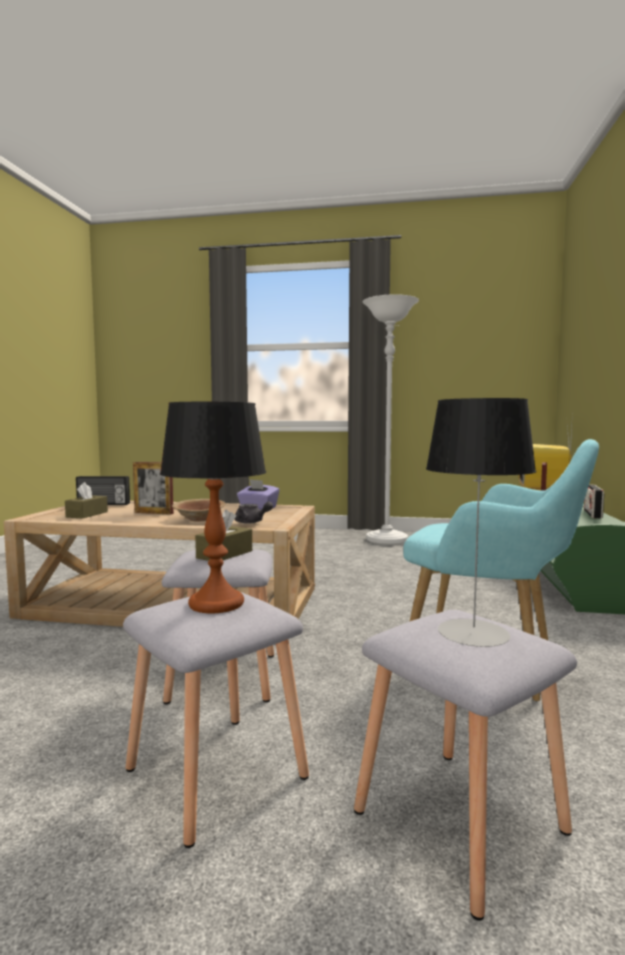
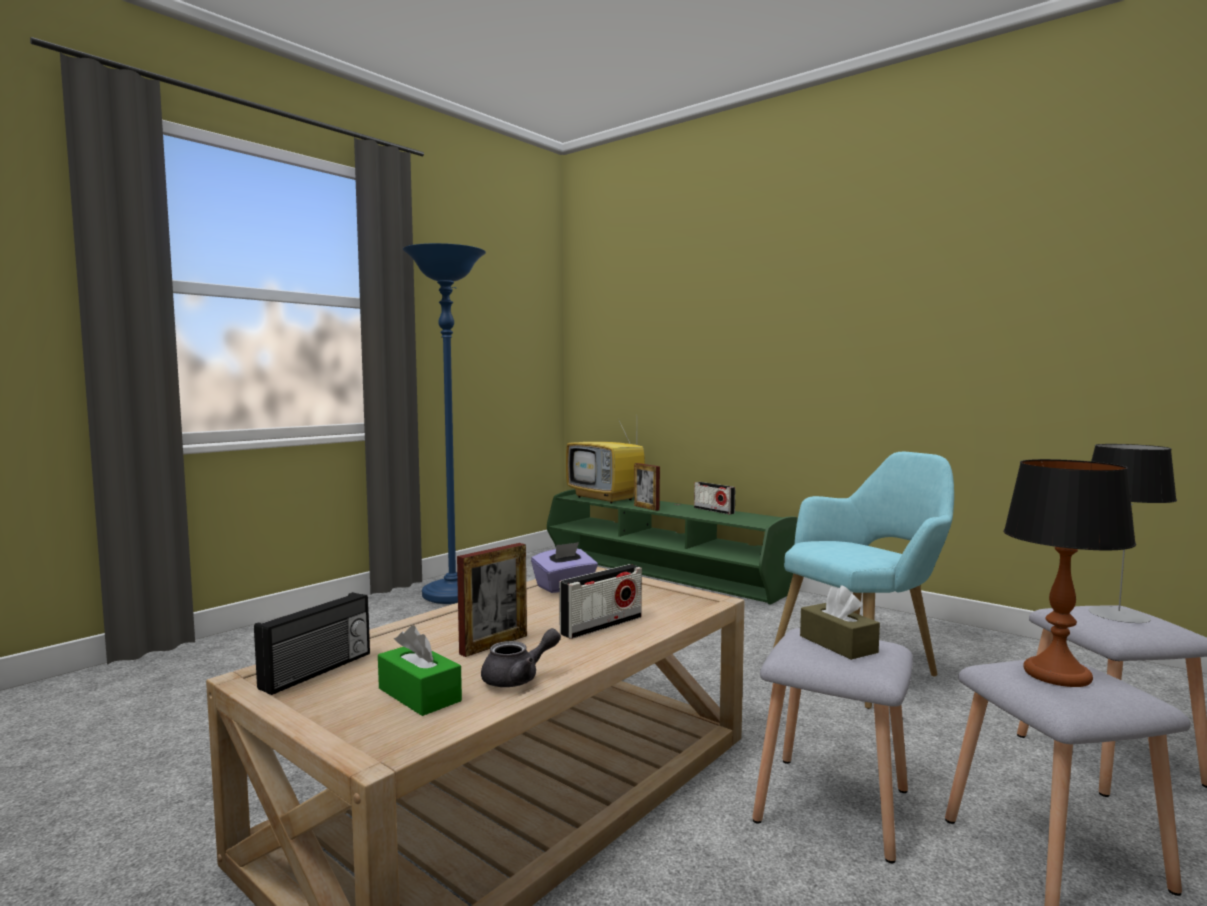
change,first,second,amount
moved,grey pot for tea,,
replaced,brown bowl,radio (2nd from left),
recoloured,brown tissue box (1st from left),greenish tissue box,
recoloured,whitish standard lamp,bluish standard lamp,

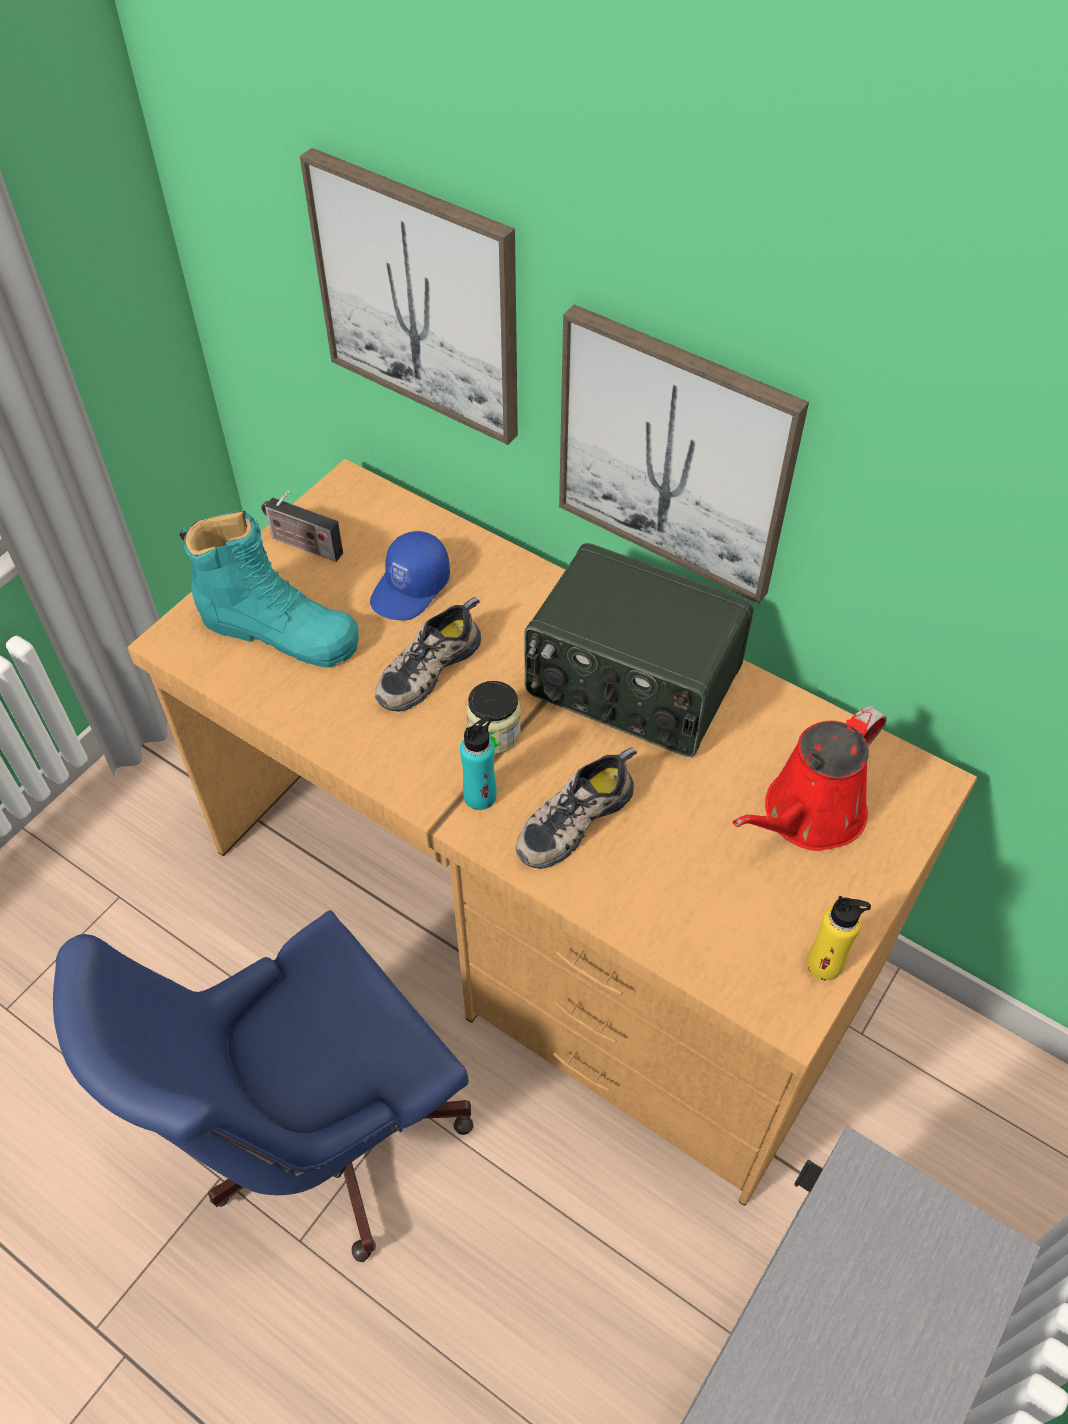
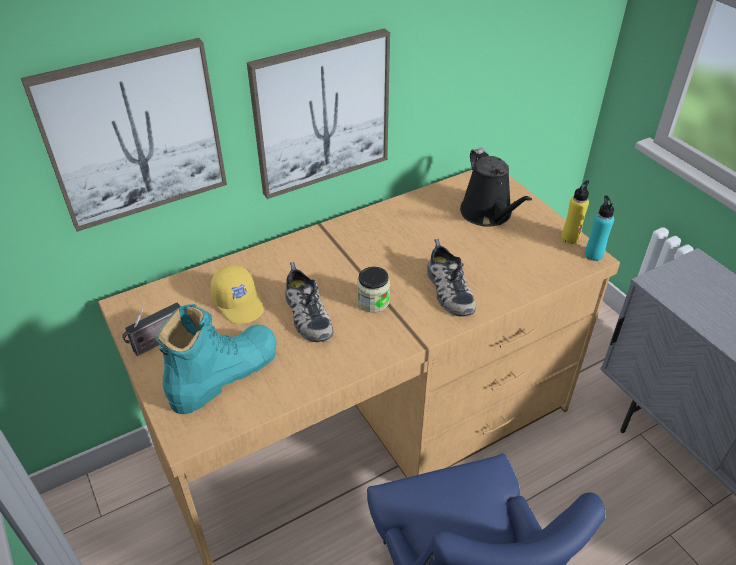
change,first,second,amount
removed,radio (2nd from left),,
moved,turquoise-coloured beverage bottle,,
recoloured,bluish cap,yellow cap,
recoloured,reddish sprinkling can,black-coloured sprinkling can,

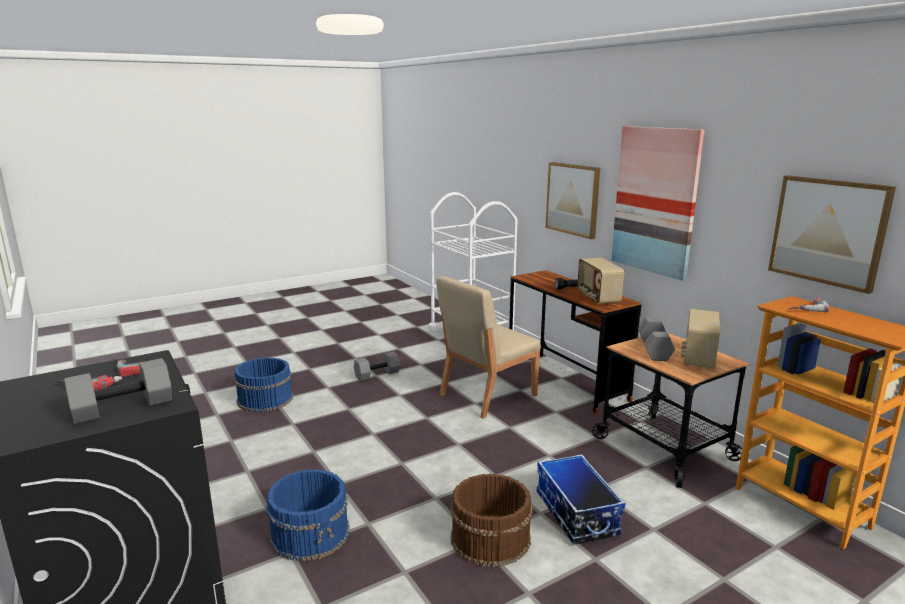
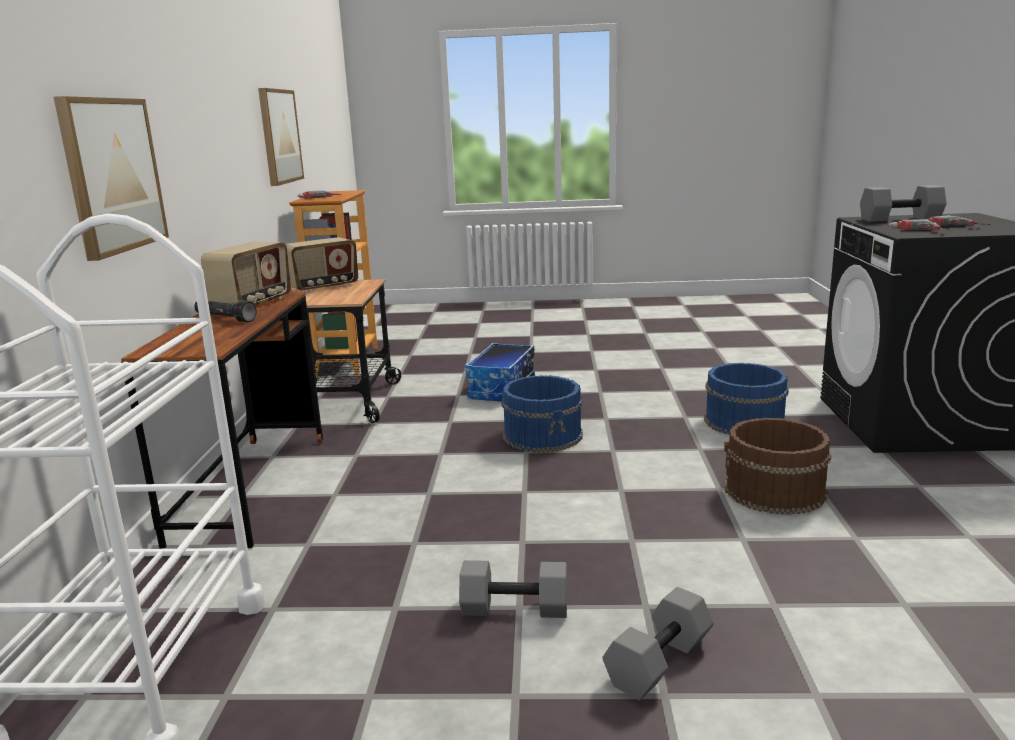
change,first,second,amount
removed,beige-coloured plain chair,,
removed,wall picture (2nd from left),,
moved,bluish bucket (1st from left),,
moved,brown bucket,,
moved,grey free weight (3rd from left in the first image),grey free weight (2nd from left),

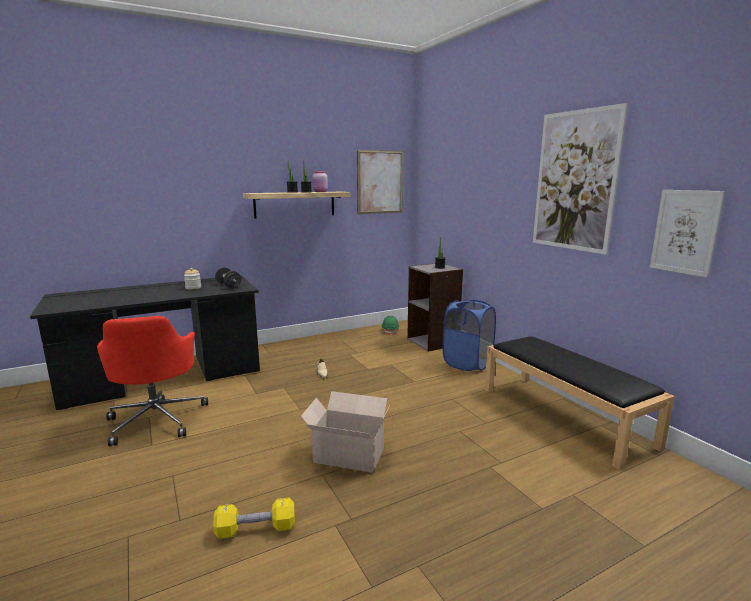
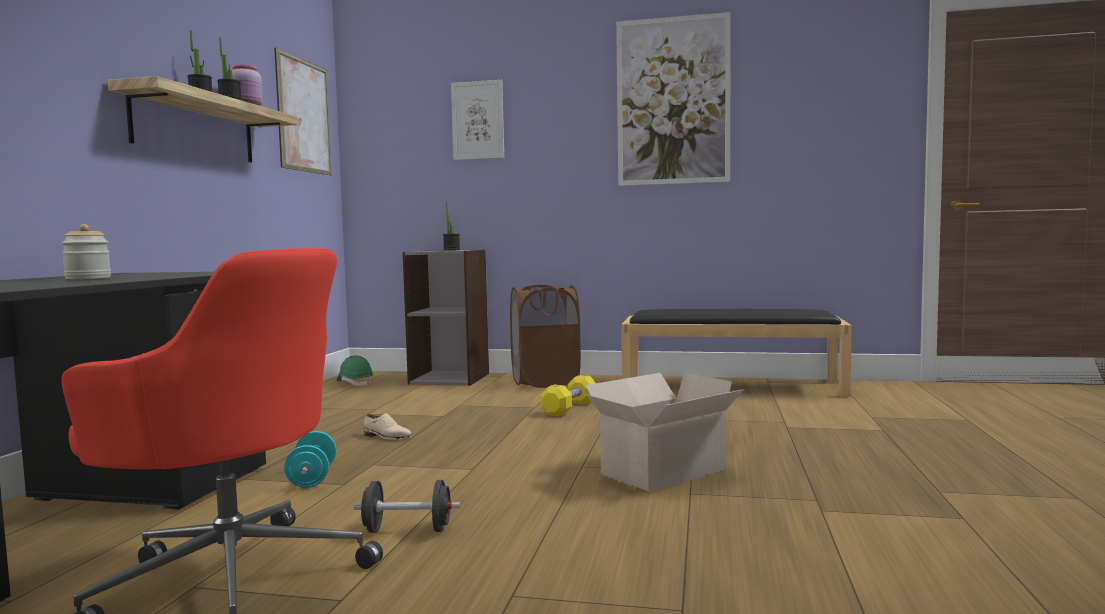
change,first,second,amount
added,,turquoise-coloured free weight,
moved,yellow free weight,,
moved,black-coloured free weight,,
moved,wall picture (3rd from left in the first image),wall picture (2nd from left),
recoloured,bluish hamper,brown hamper,

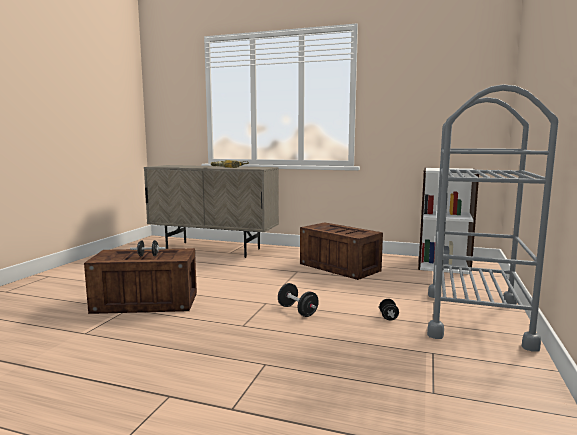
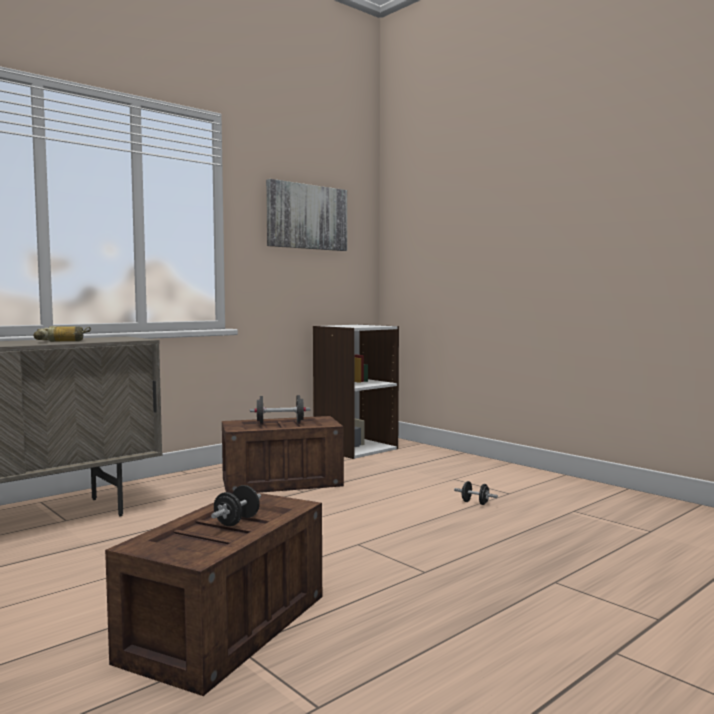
change,first,second,amount
removed,grey wheeled cart,,
added,,wall picture,
moved,black-coloured free weight (2nd from left),,

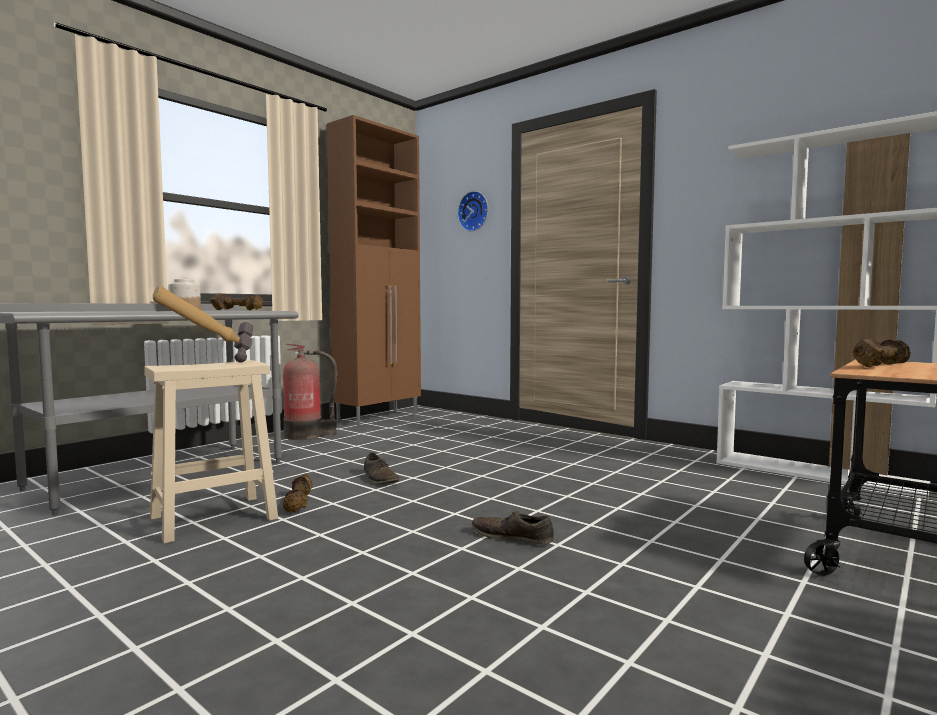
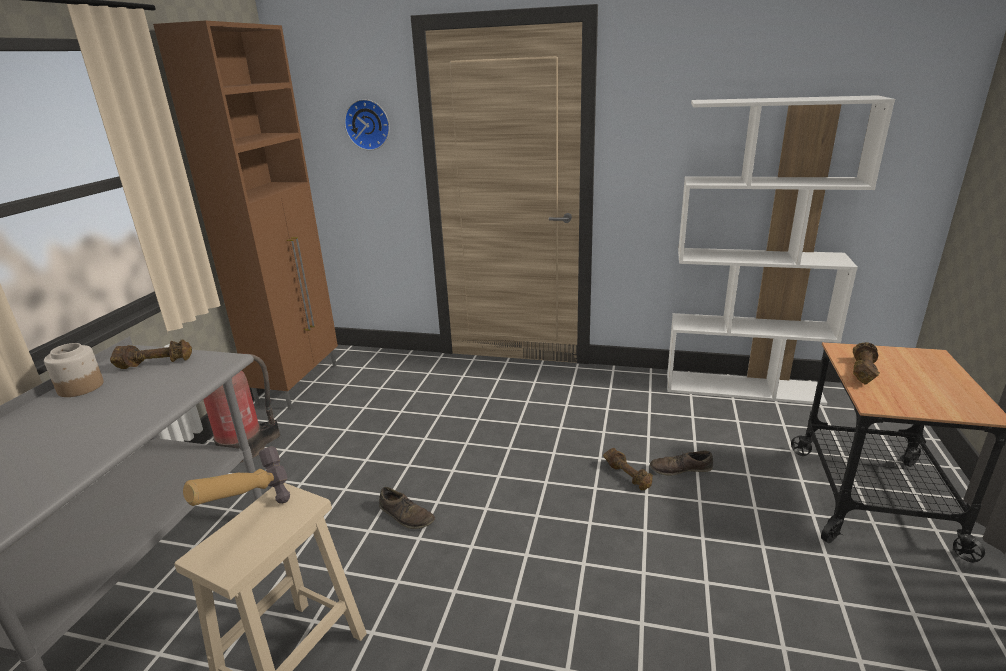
change,first,second,amount
moved,brown free weight (2nd from left),,
moved,brown low shoe (2nd from left),,

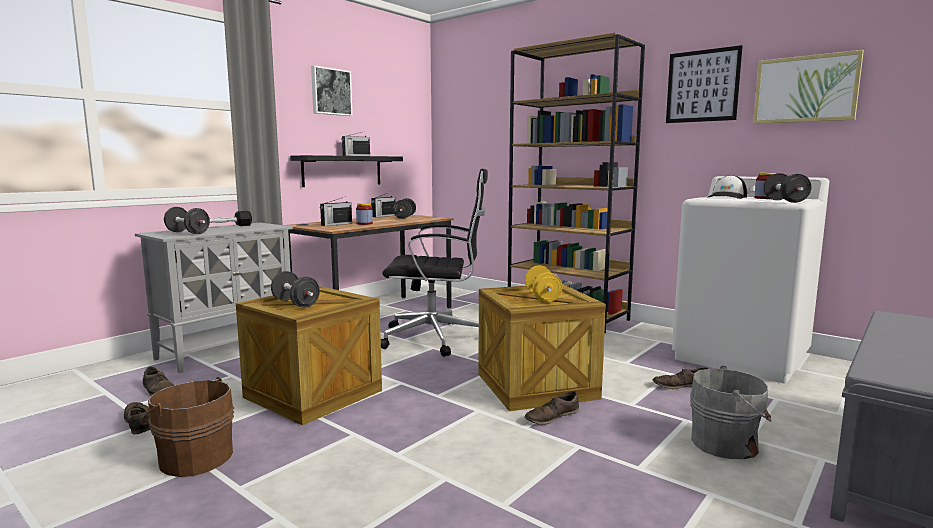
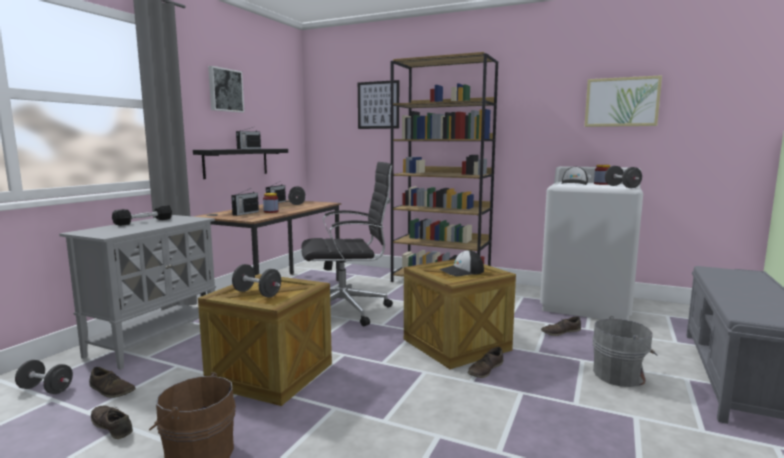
change,first,second,amount
moved,black-coloured free weight (1st from left),,
moved,wall picture (2nd from left),,
replaced,yellow free weight,cap (1st from left),

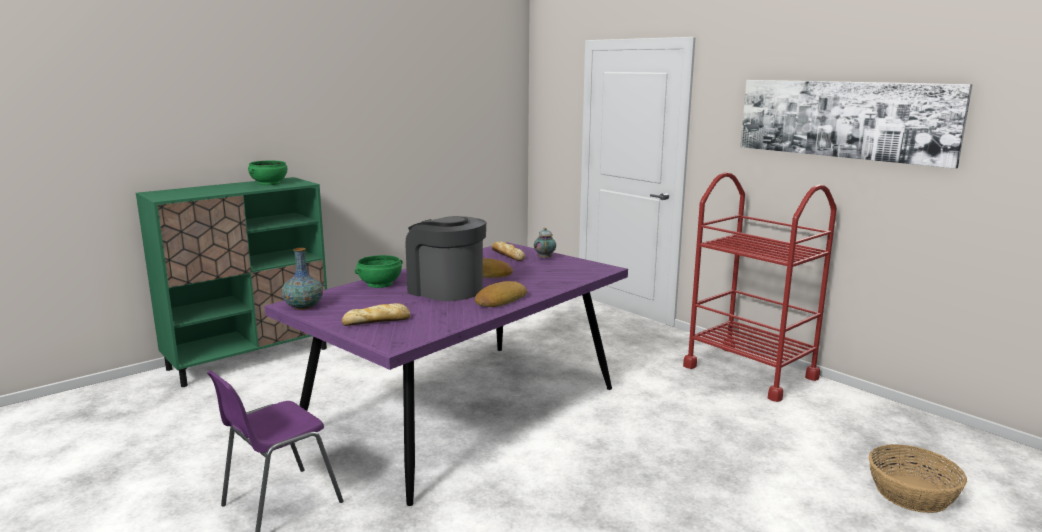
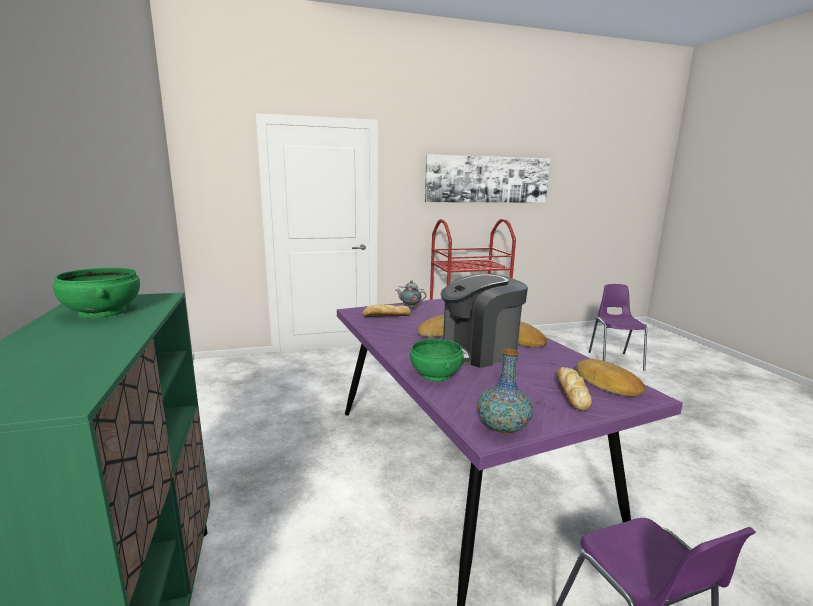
change,first,second,amount
added,,bakery bread (5th from left),
replaced,household basket,purple-coloured plain chair (1st from left),

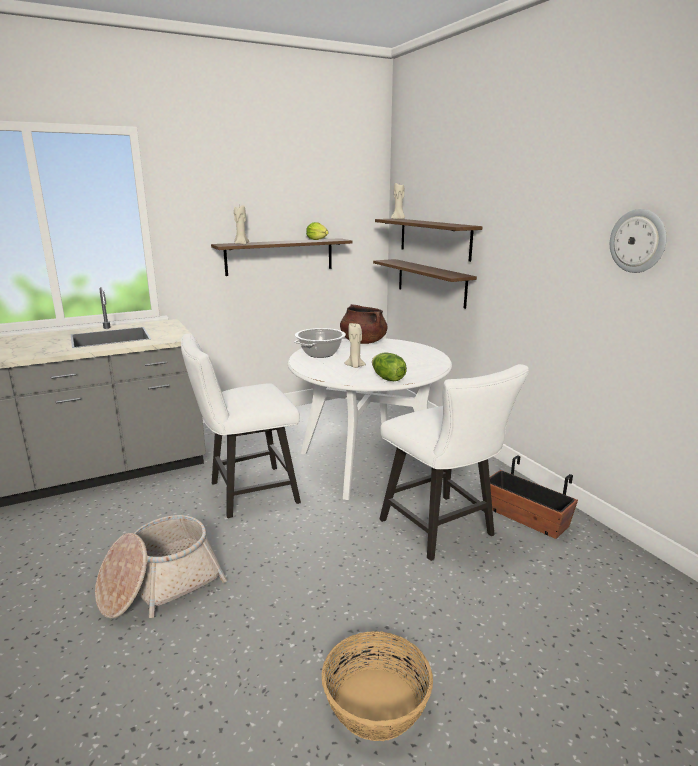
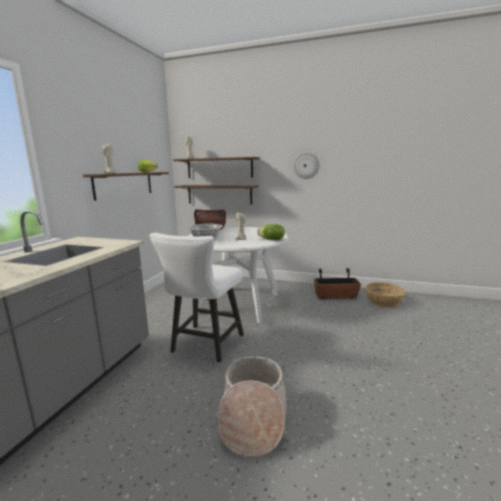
change,first,second,amount
removed,whitish plain chair (2nd from left),,
moved,household basket (2nd from left),,
moved,hanging clock,,

